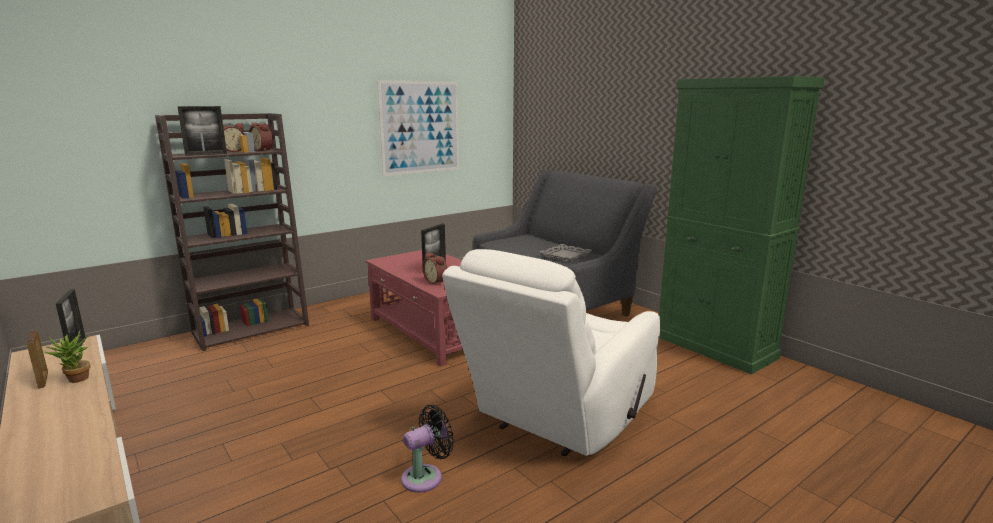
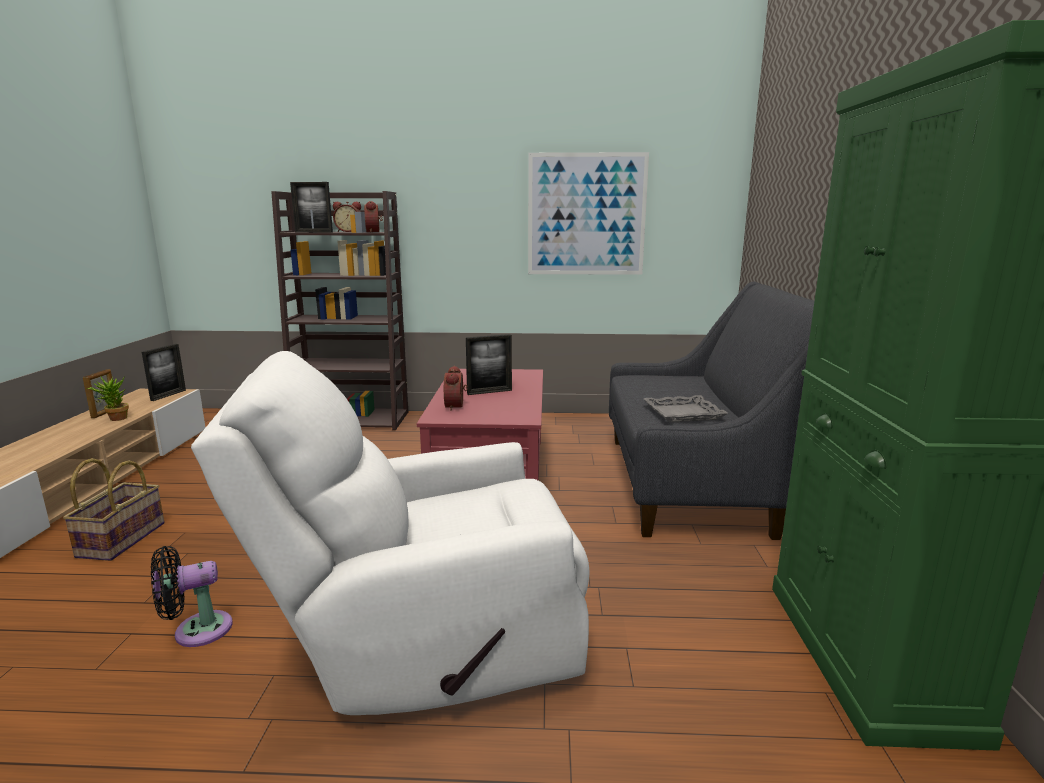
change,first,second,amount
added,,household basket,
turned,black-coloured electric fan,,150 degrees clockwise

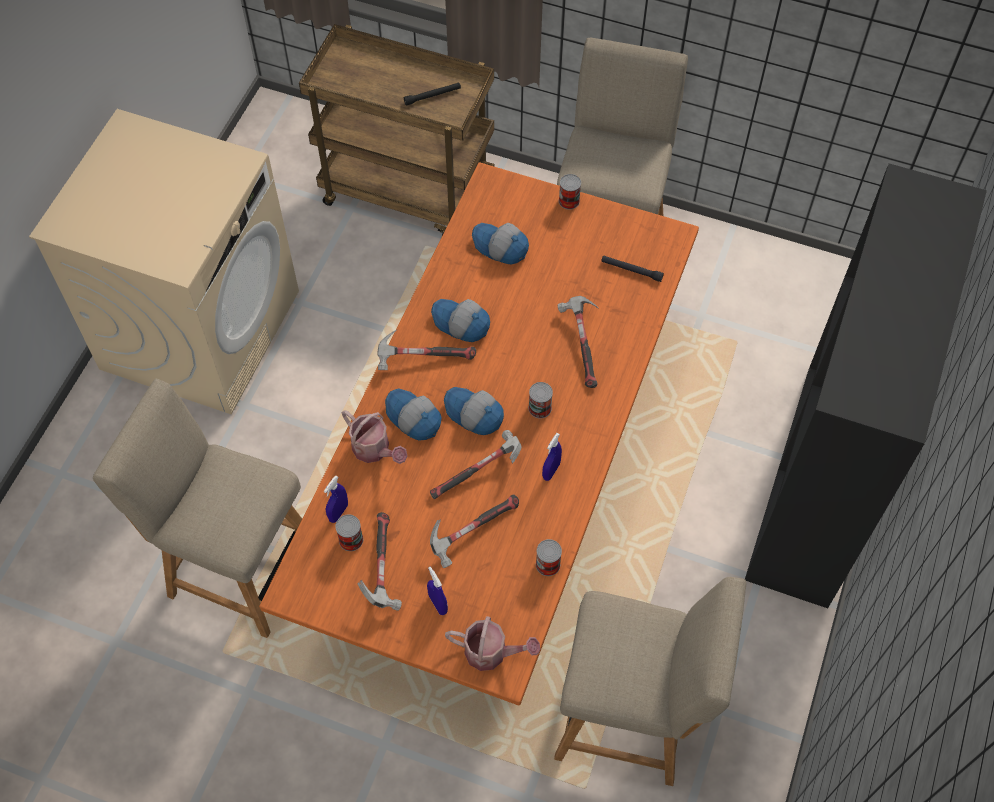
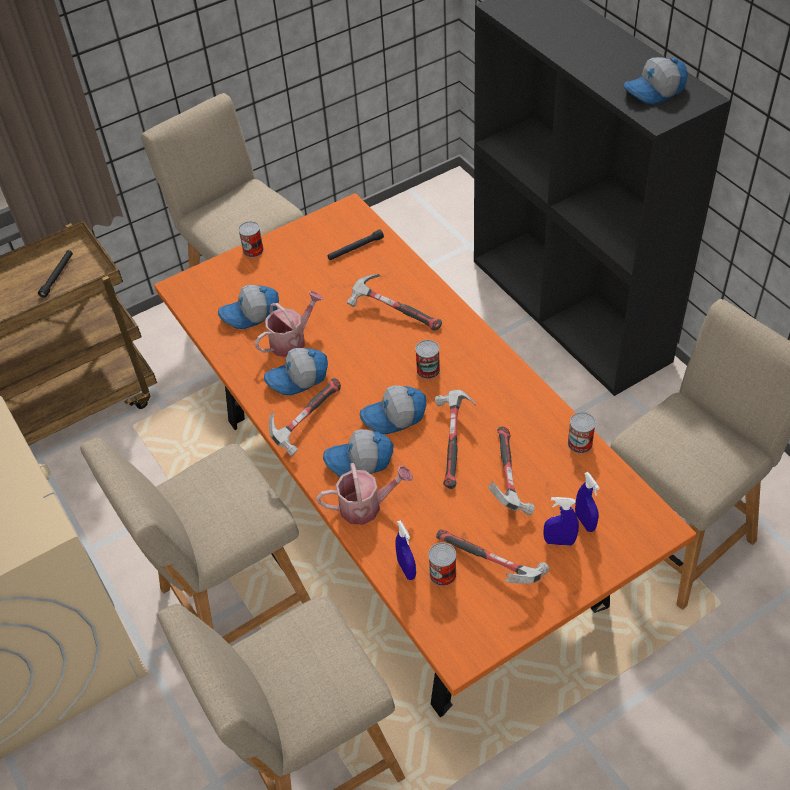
change,first,second,amount
added,,beige-coloured plain chair (1st from left),
added,,cap (5th from left),
moved,sprinkling can (2nd from left in the first image),sprinkling can (1st from left),
moved,bluish hand sprayer (3rd from left),,

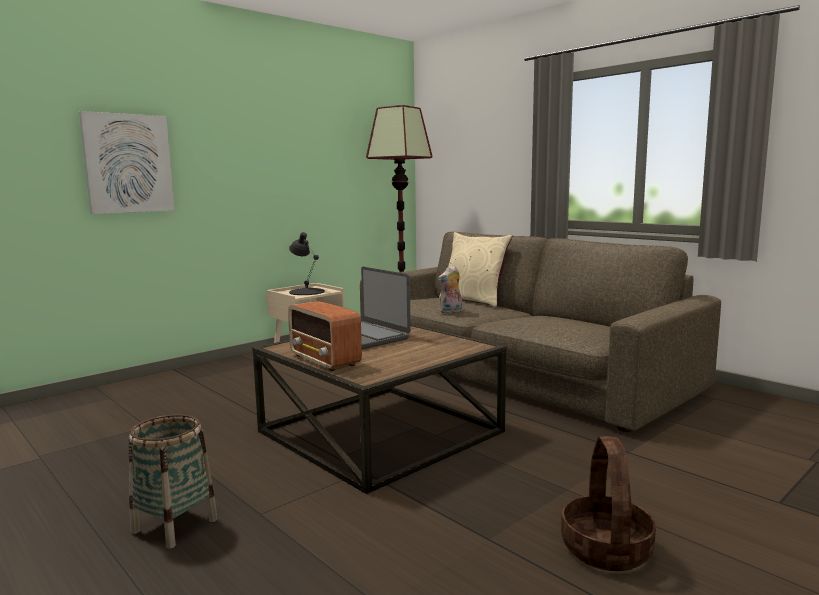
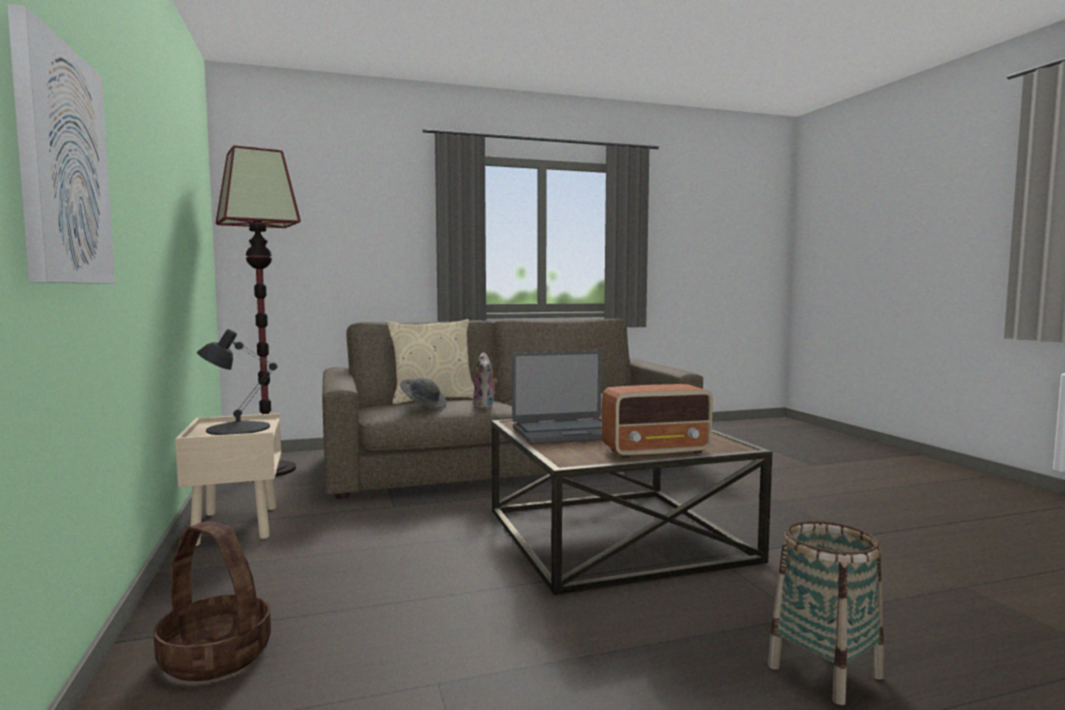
change,first,second,amount
added,,grey clothing hat,
moved,household basket (2nd from left in the first image),household basket (1st from left),

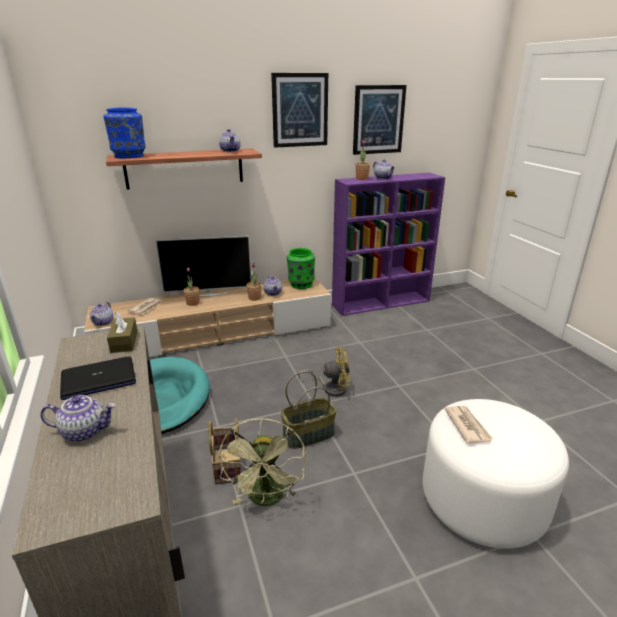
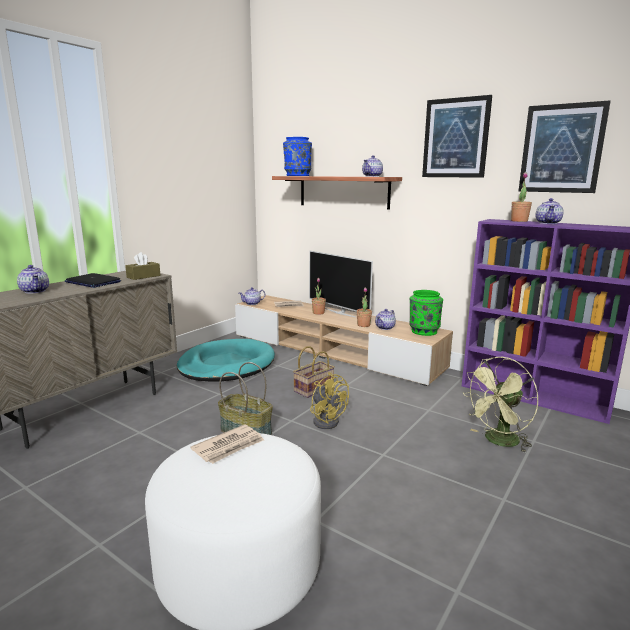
change,first,second,amount
moved,household basket (1st from left in the first image),household basket (2nd from left),
moved,greenish electric fan,,

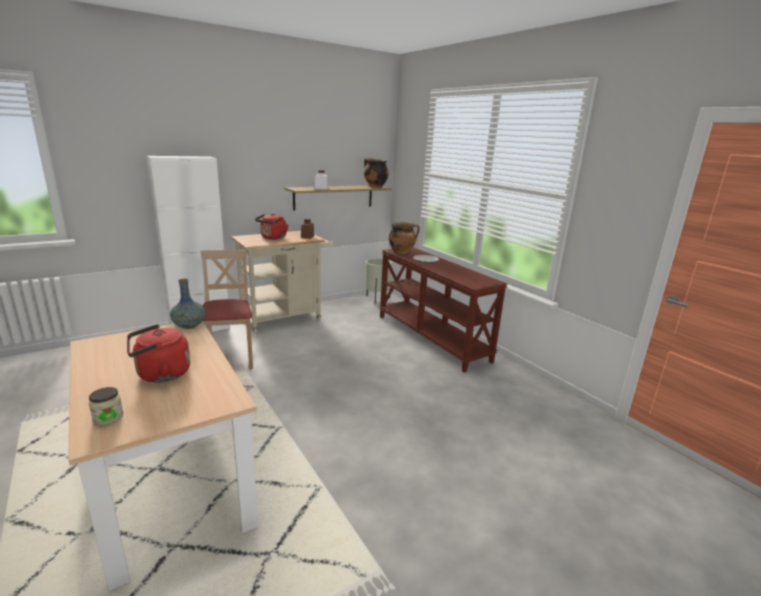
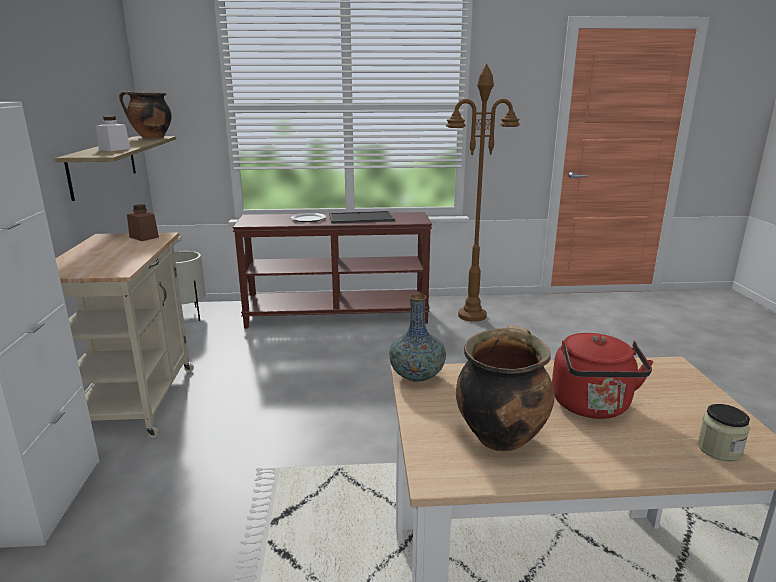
change,first,second,amount
removed,beige-coloured plain chair,,
removed,reddish tea kettle (2nd from left),,
added,,carrying tray,
added,,brown standard lamp,
moved,saucepot (2nd from left),,

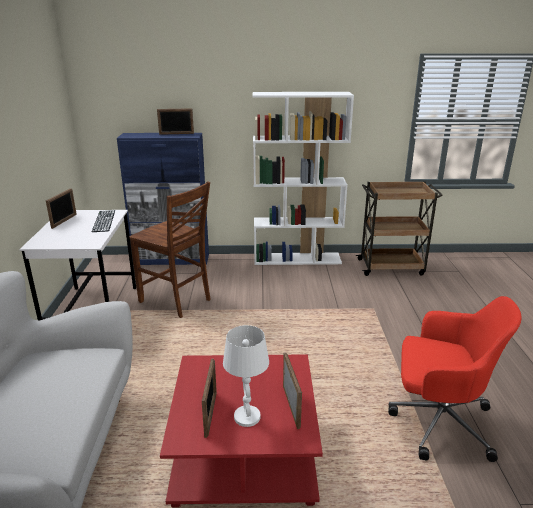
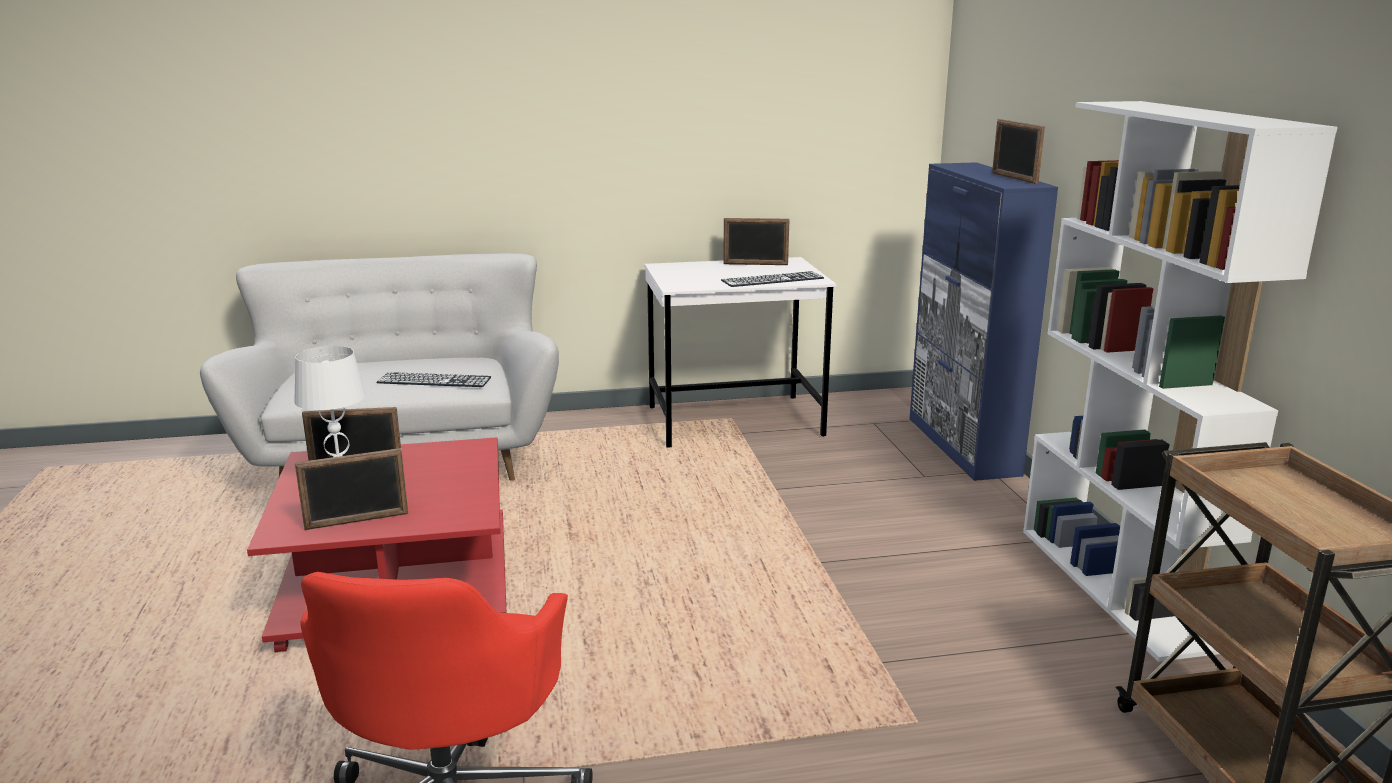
change,first,second,amount
removed,brown plain chair,,
added,,PC keyboard (1st from left),

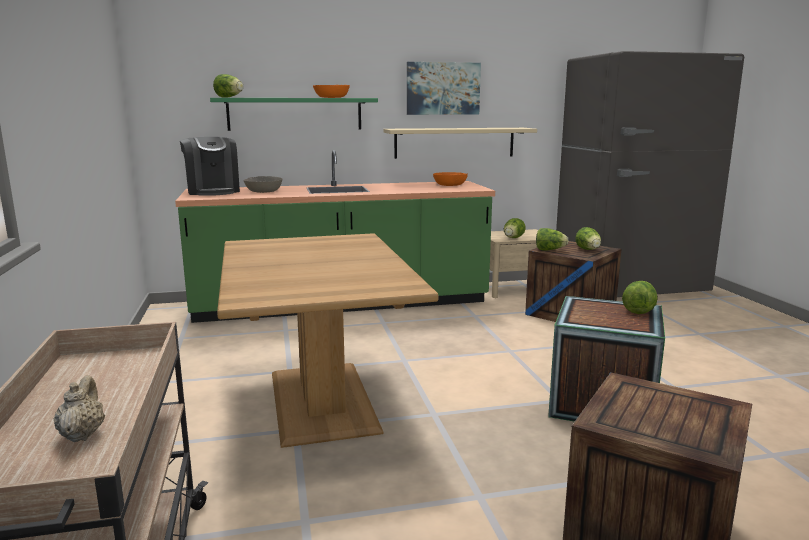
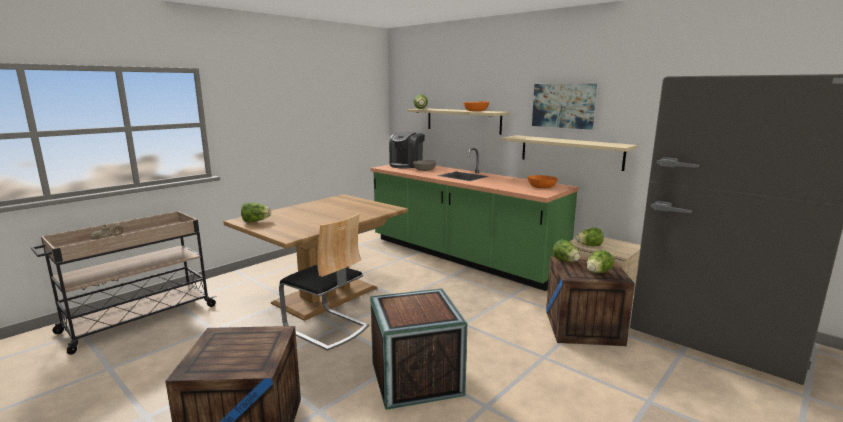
change,first,second,amount
added,,plain chair,
moved,lettuce (5th from left in the first image),lettuce (1st from left),
recoloured,greenish bracket shelf,beige-coloured bracket shelf (1st from left),

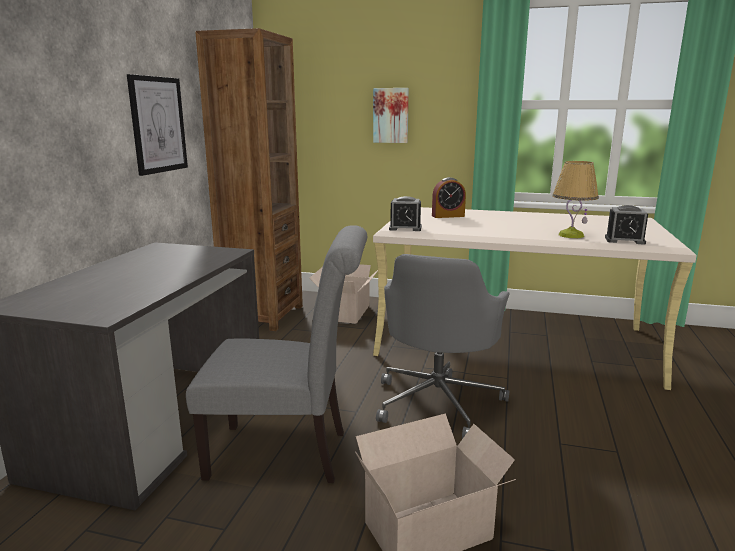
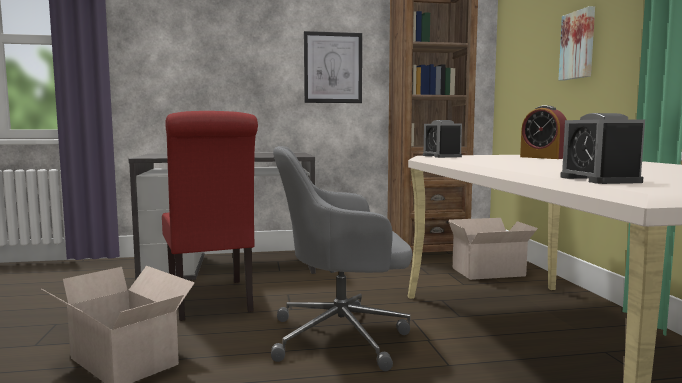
change,first,second,amount
removed,table lamp,,
recoloured,grey plain chair,reddish plain chair,

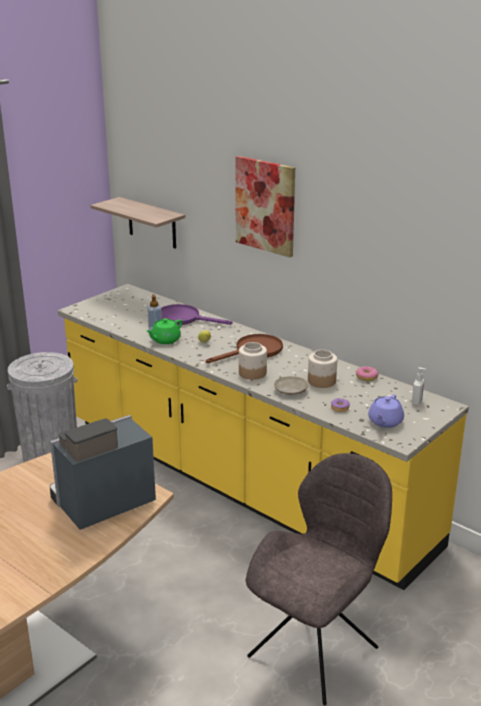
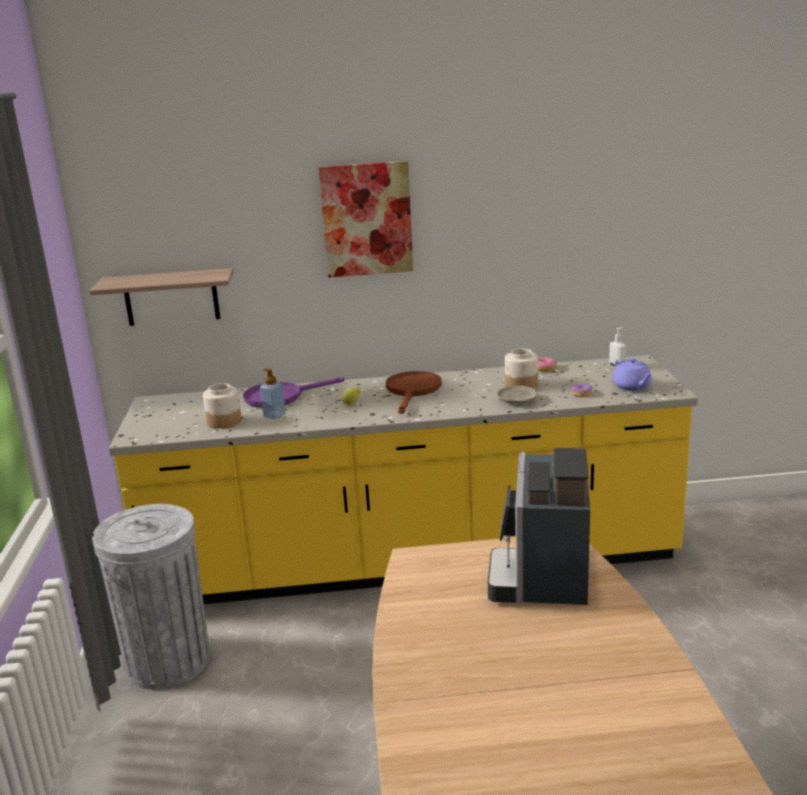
change,first,second,amount
removed,greenish pot for tea,,
removed,grey plain chair,,
moved,storage jar (1st from left),,

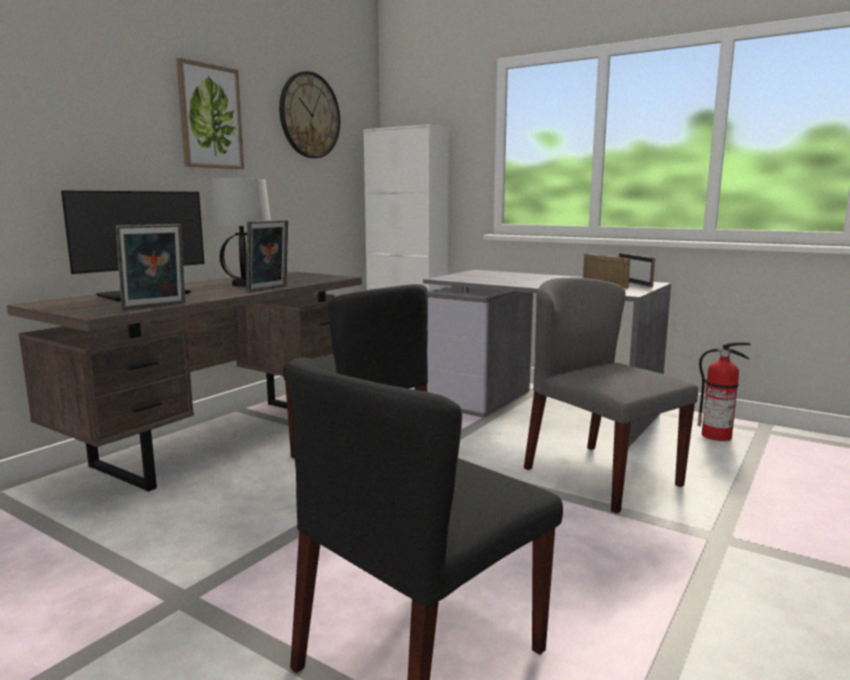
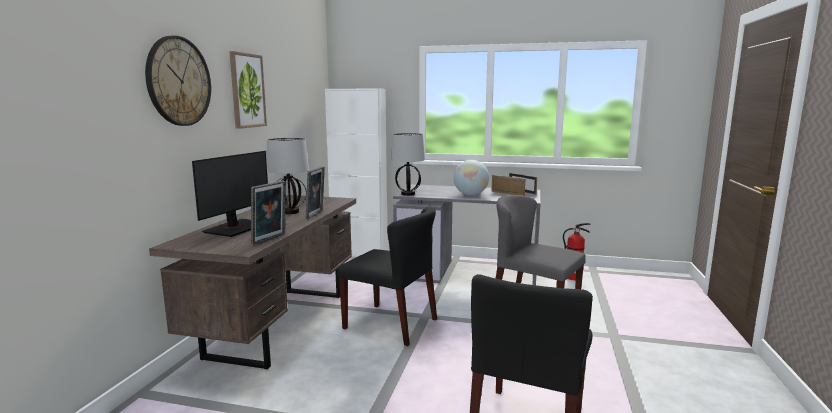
change,first,second,amount
added,,table lamp (2nd from left),
added,,world globe,
moved,hanging clock,,

